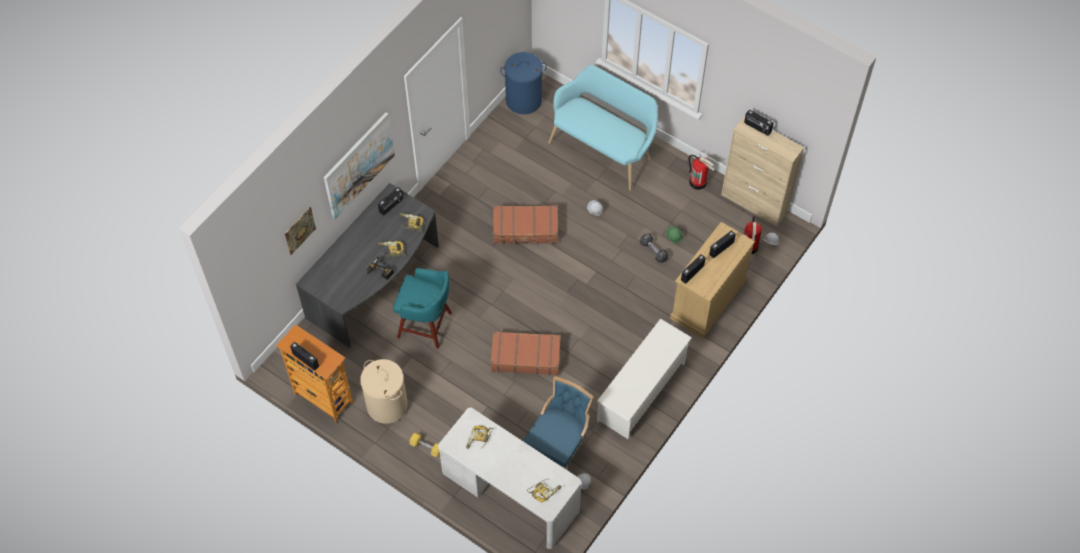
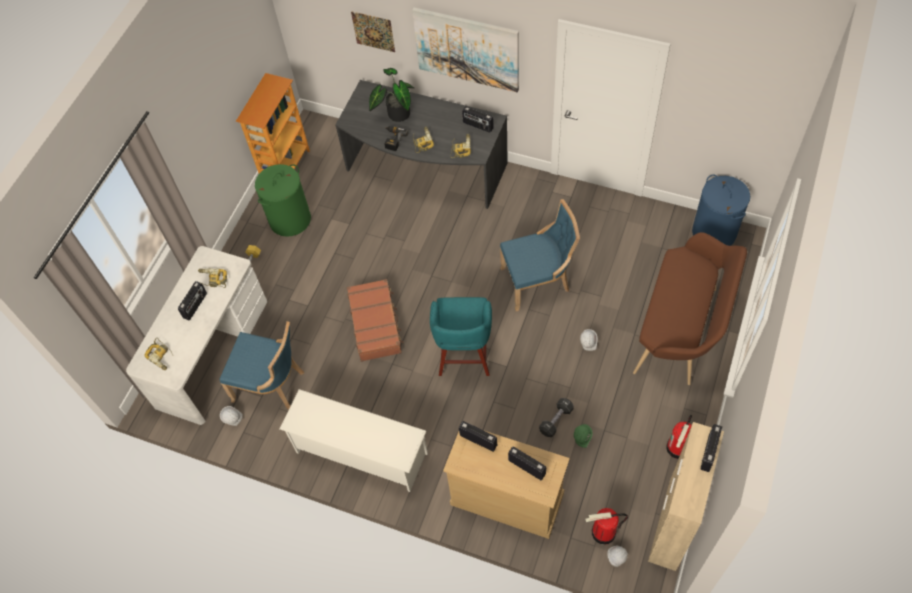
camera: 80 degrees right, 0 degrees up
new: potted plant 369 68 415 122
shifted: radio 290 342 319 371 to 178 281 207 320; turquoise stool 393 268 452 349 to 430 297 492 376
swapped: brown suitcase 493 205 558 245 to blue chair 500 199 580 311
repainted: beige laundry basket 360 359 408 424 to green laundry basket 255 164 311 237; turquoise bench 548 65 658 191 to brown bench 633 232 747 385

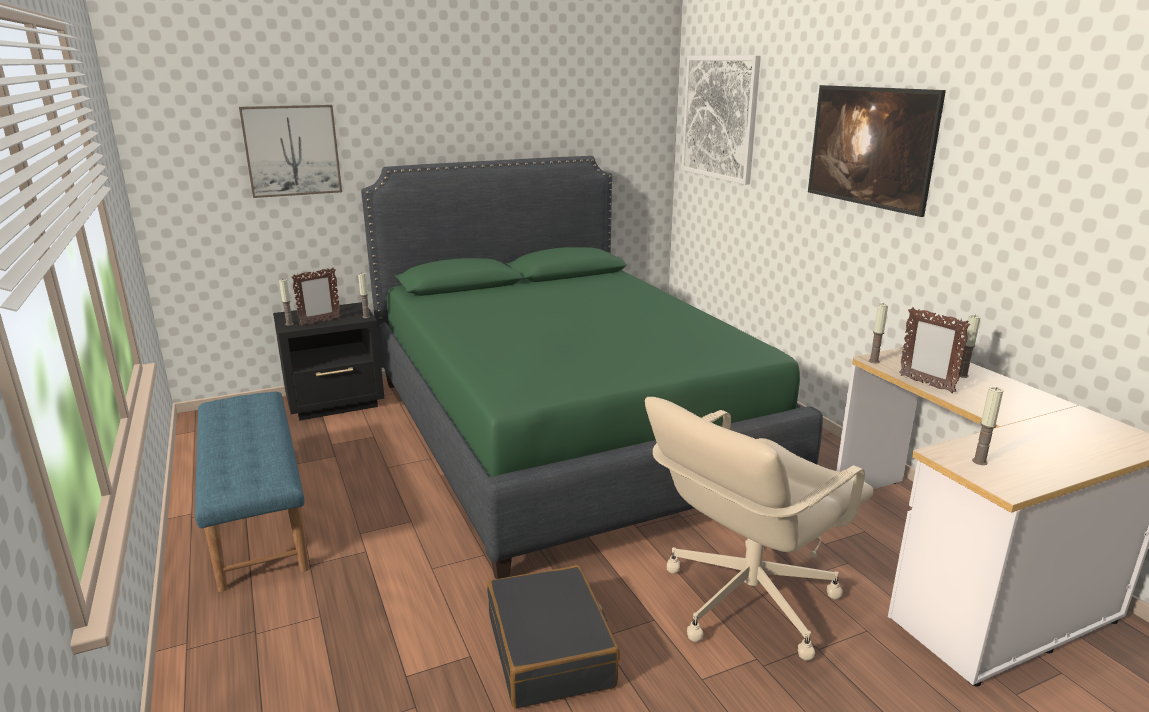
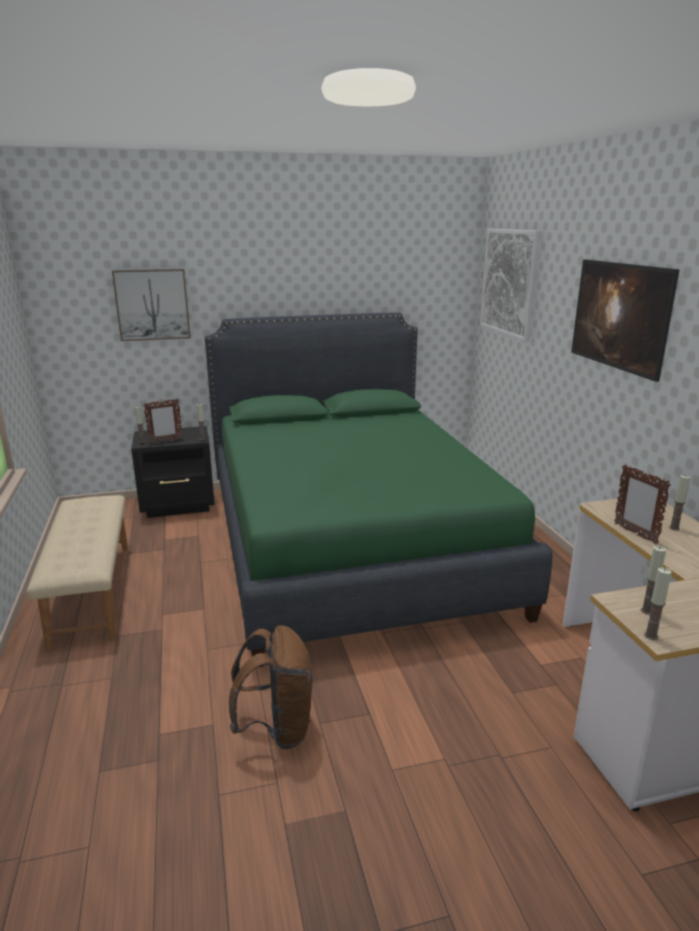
camera: 10 degrees right, 0 degrees up
gone: beige office chair 645 397 874 661
shifted: candle 869 304 888 364 to 644 567 672 640
swapped: black suitcase 487 565 620 709 to brown backpack 229 625 312 749
repainted: blue bench 195 392 309 592 to beige bench 27 495 128 650

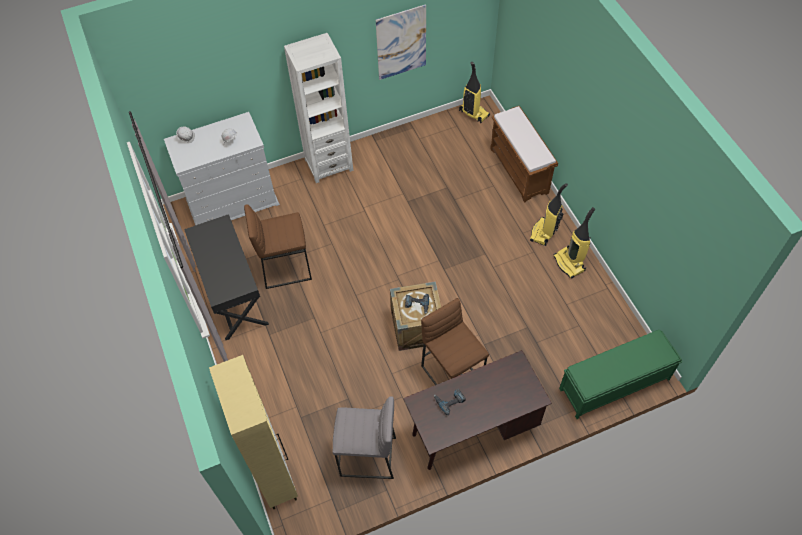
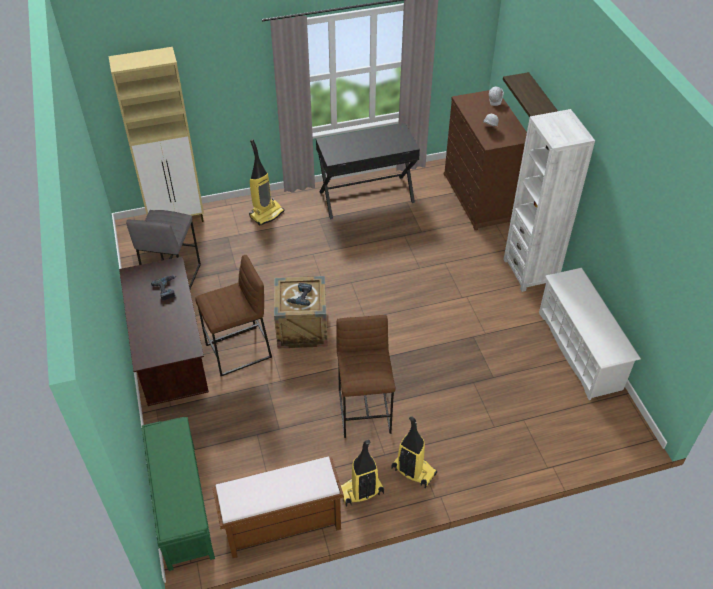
camera: 95 degrees right, 10 degrees down
gone: picture 376 4 426 80
new: shelf 503 72 558 117; white shoe rack 539 268 641 400
shifted: brown stool 244 204 312 289 to 337 315 395 438; vacuum cleaner 459 62 490 123 to 249 139 284 226; brown bench 490 106 558 203 to 212 457 344 558
repainted: white dresser 164 112 280 225 to brown dresser 444 90 527 230

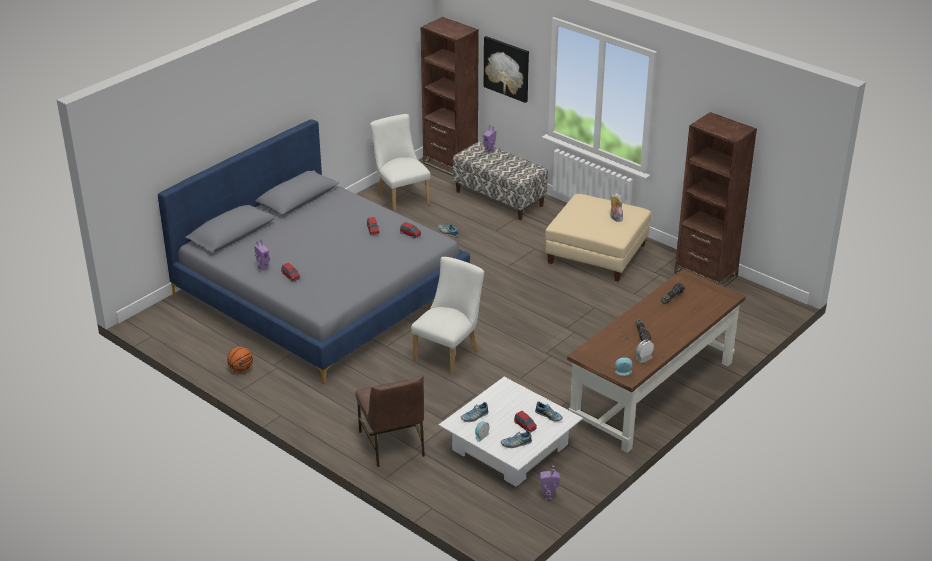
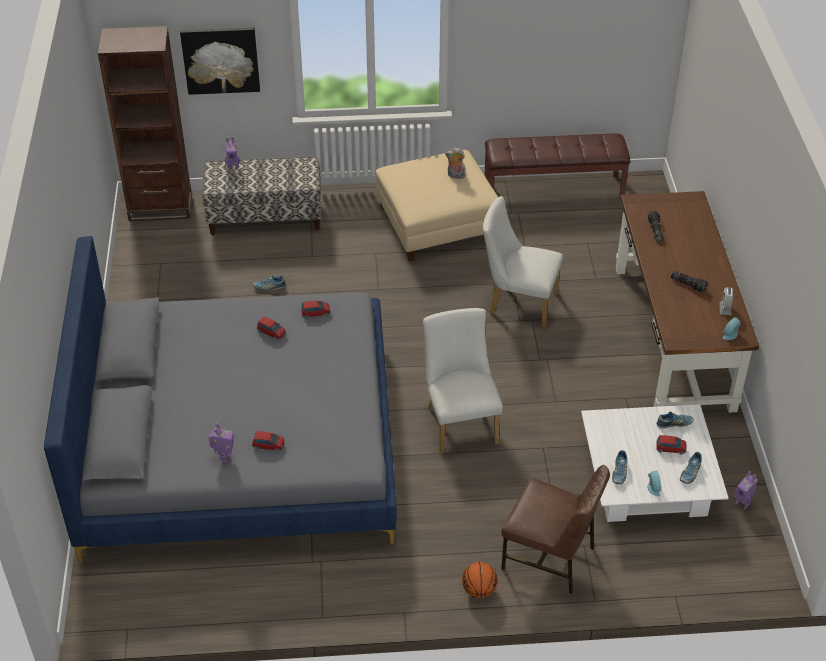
camera: 45 degrees left, 10 degrees up
shifted: basketball 227 347 253 372 to 462 562 498 598; white chair 370 114 431 212 to 483 196 563 327
swapped: brown bookcase 674 112 757 287 to brown bench 485 133 630 198

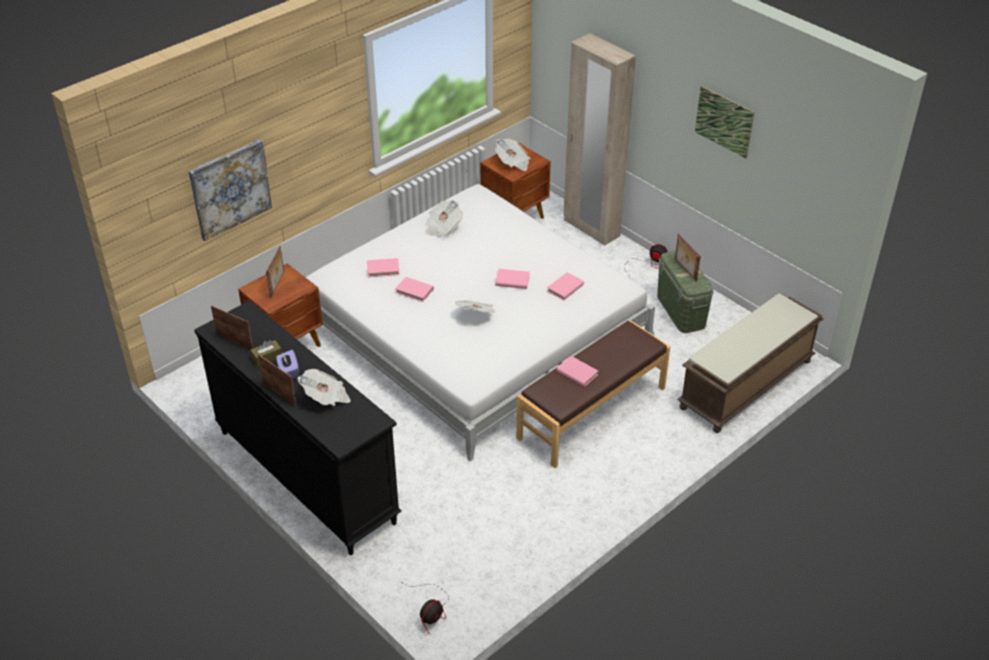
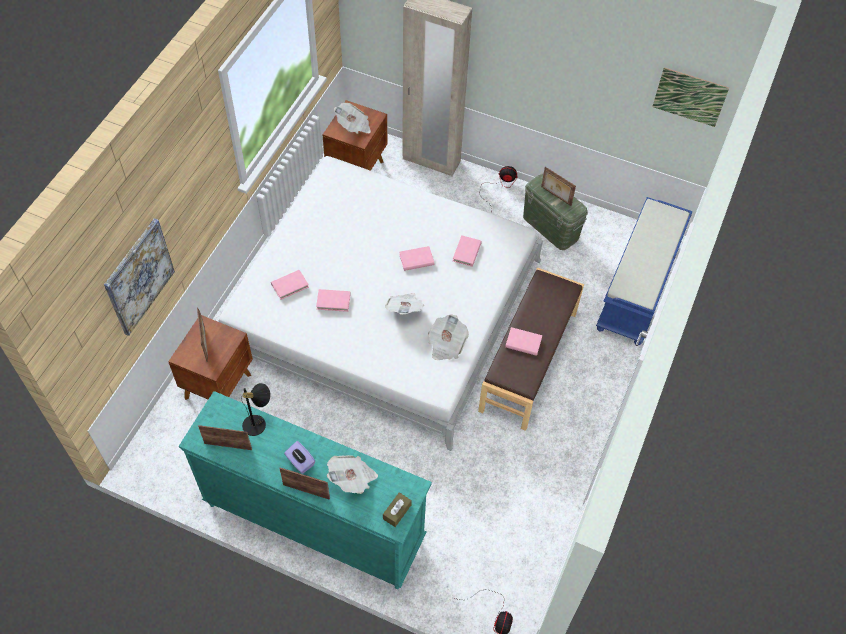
camera: 25 degrees left, 15 degrees up
new: black table lamp 241 383 270 436
shifted: brown tissue box 250 340 282 366 to 383 492 412 527; newspaper 425 200 463 238 to 428 314 469 360; picture 695 86 754 158 to 652 67 729 127
repainted: black dresser 194 300 402 555 to turquoise dresser 179 391 432 589; brown bench 677 293 824 433 to blue bench 596 197 692 345

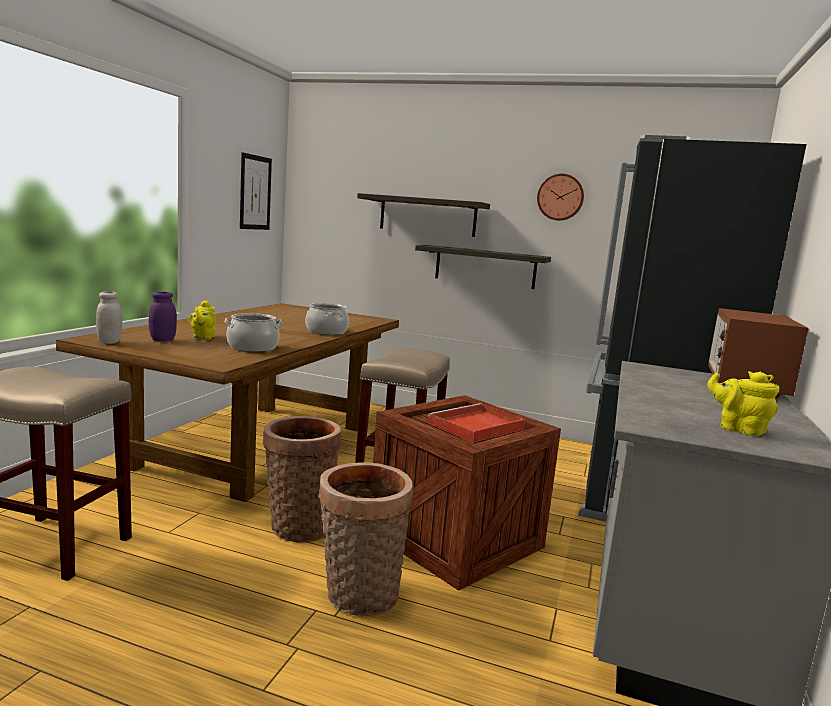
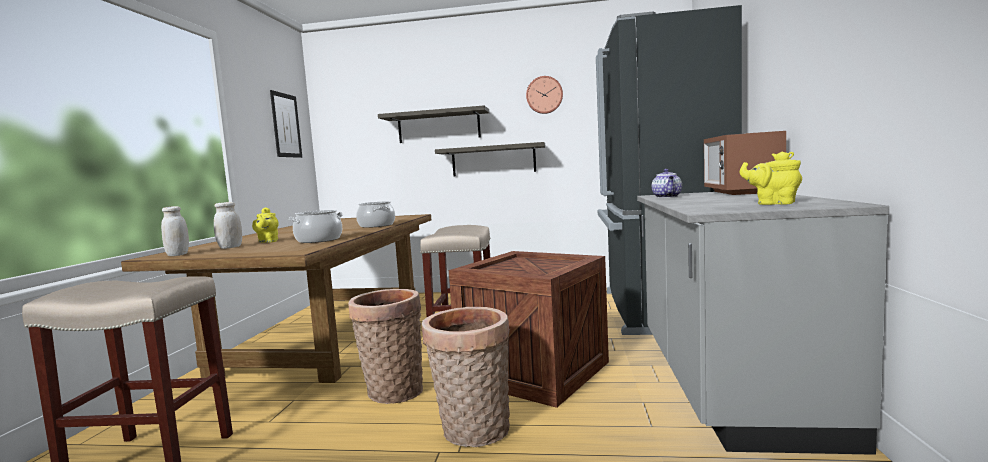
camera: 10 degrees left, 5 degrees down
gone: red tray 428 403 525 442
new: teapot 652 169 682 198
repainted: purple jar 149 292 177 341 to white jar 214 202 242 249

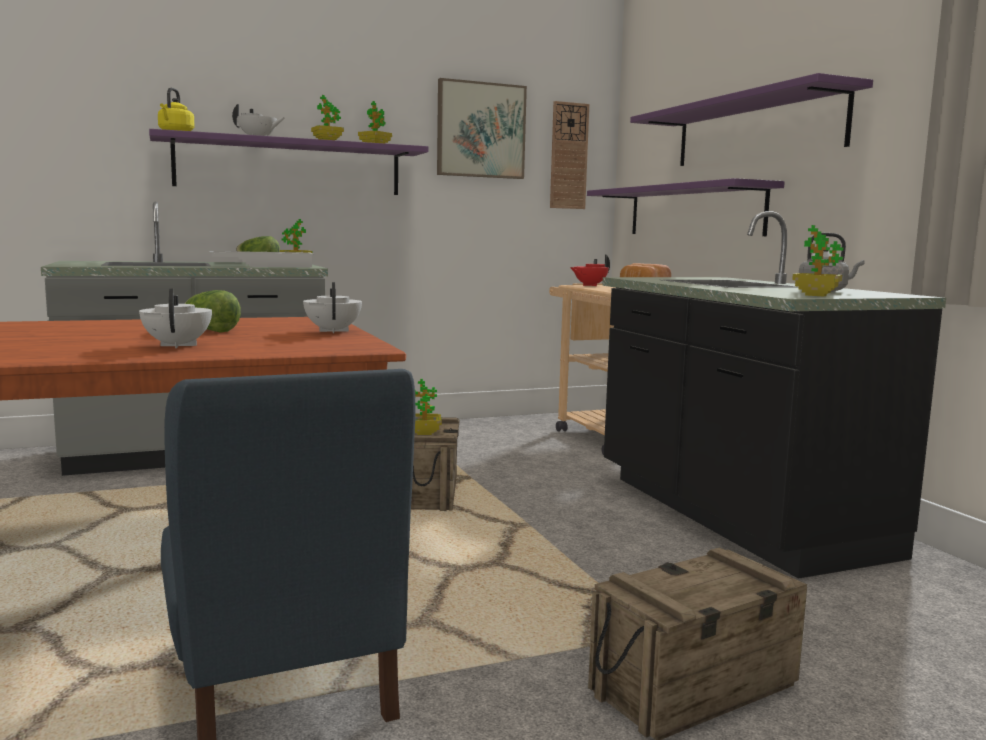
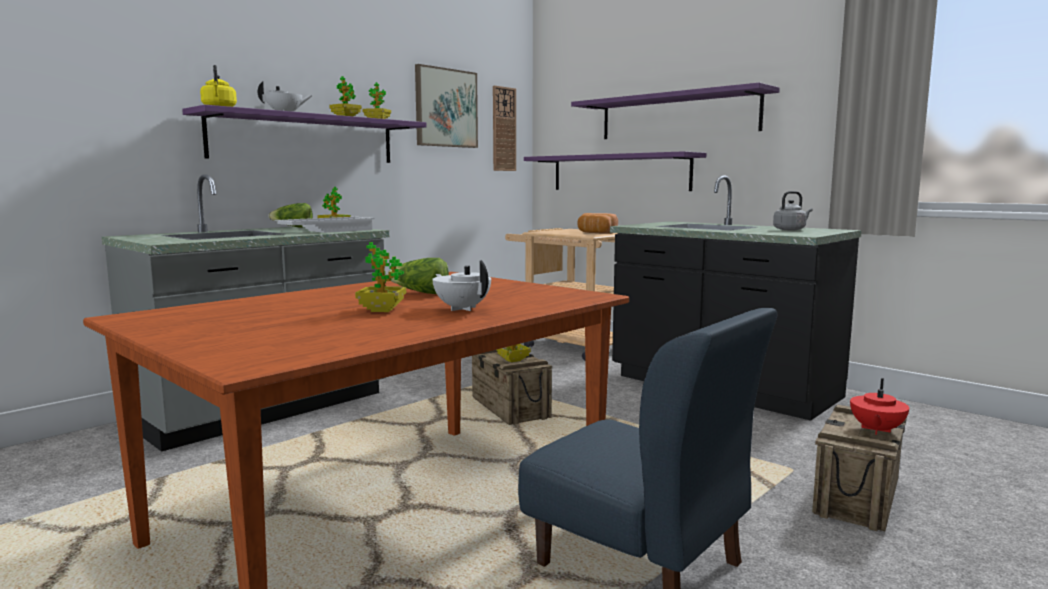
camera: 25 degrees left, 0 degrees up
gone: white teapot 303 282 362 333
shifted: red teapot 570 255 610 286 to 850 378 909 435; potted plant 792 225 843 297 to 355 242 406 312

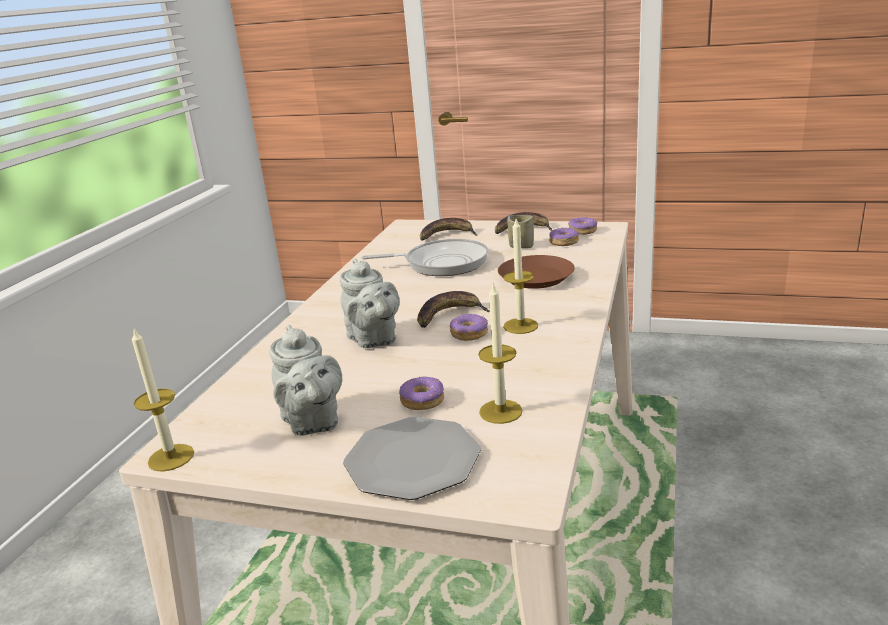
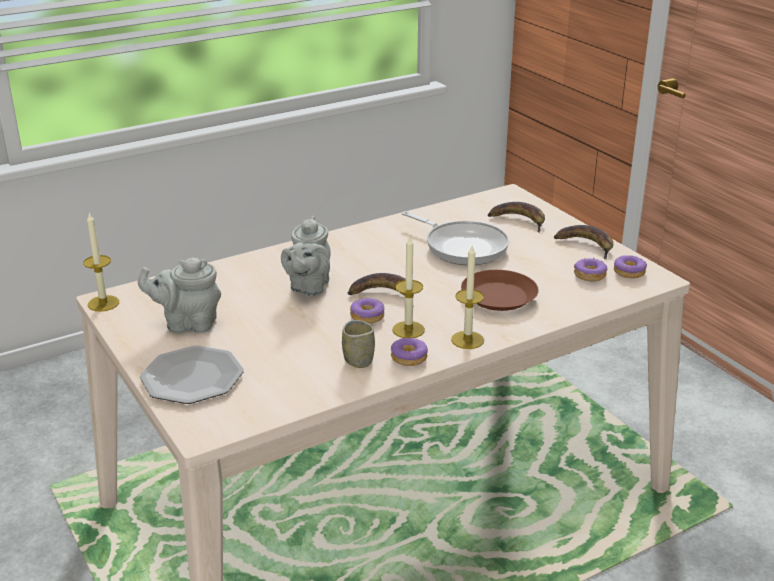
camera: 40 degrees right, 5 degrees up
shifted: donut 399 377 444 410 to 391 338 428 366; candle 478 282 523 424 to 451 246 484 349; cup 507 215 534 248 to 342 320 375 368
rotated: grey teapot 269 325 342 436 = 138 258 221 333 75 degrees clockwise

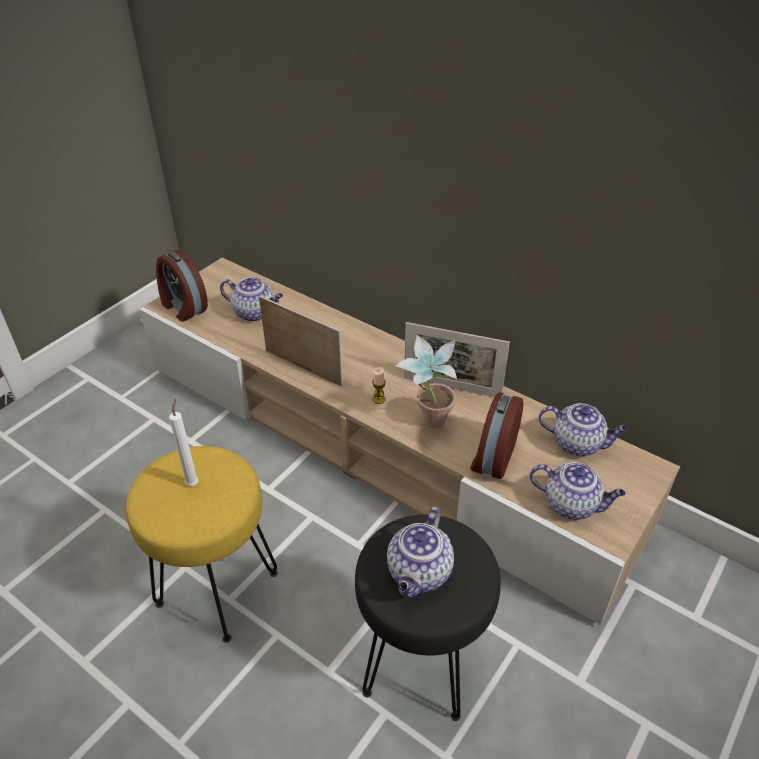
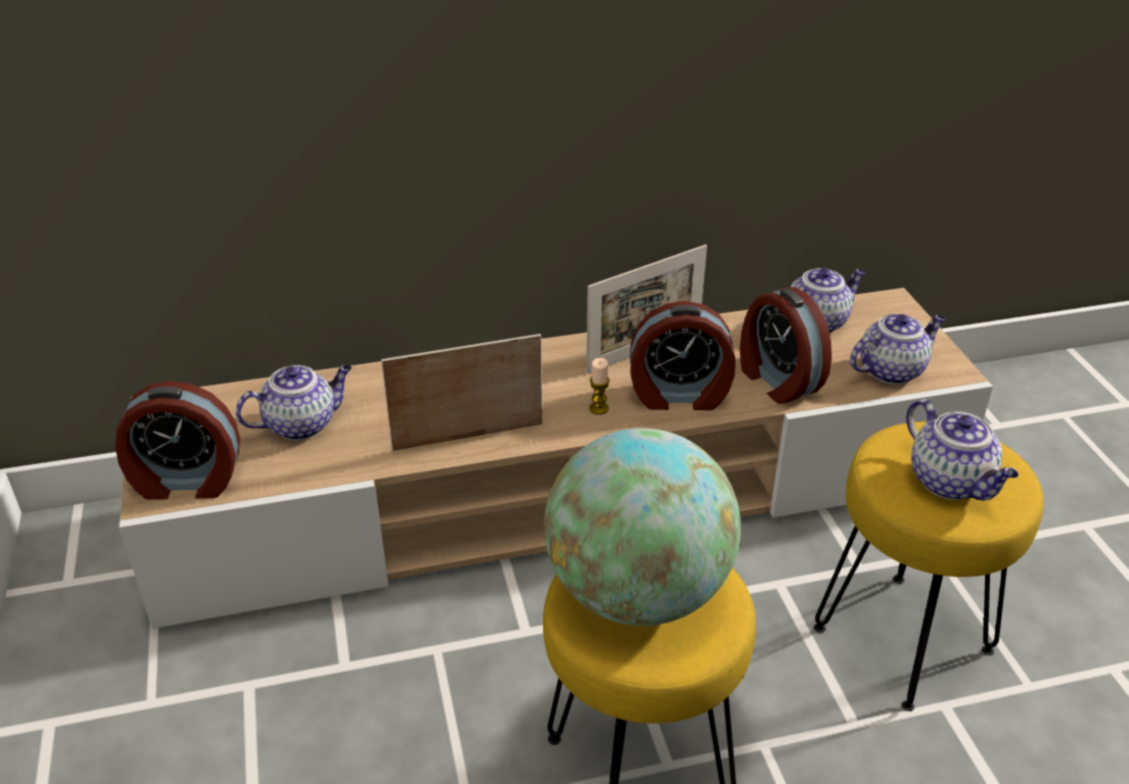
camera: 50 degrees left, 5 degrees down
swapped: white candle 169 399 199 486 to globe 544 428 741 626; potted plant 395 335 457 428 to alarm clock 630 301 736 410
repainted: black stool 355 514 501 721 to yellow stool 814 422 1044 711

